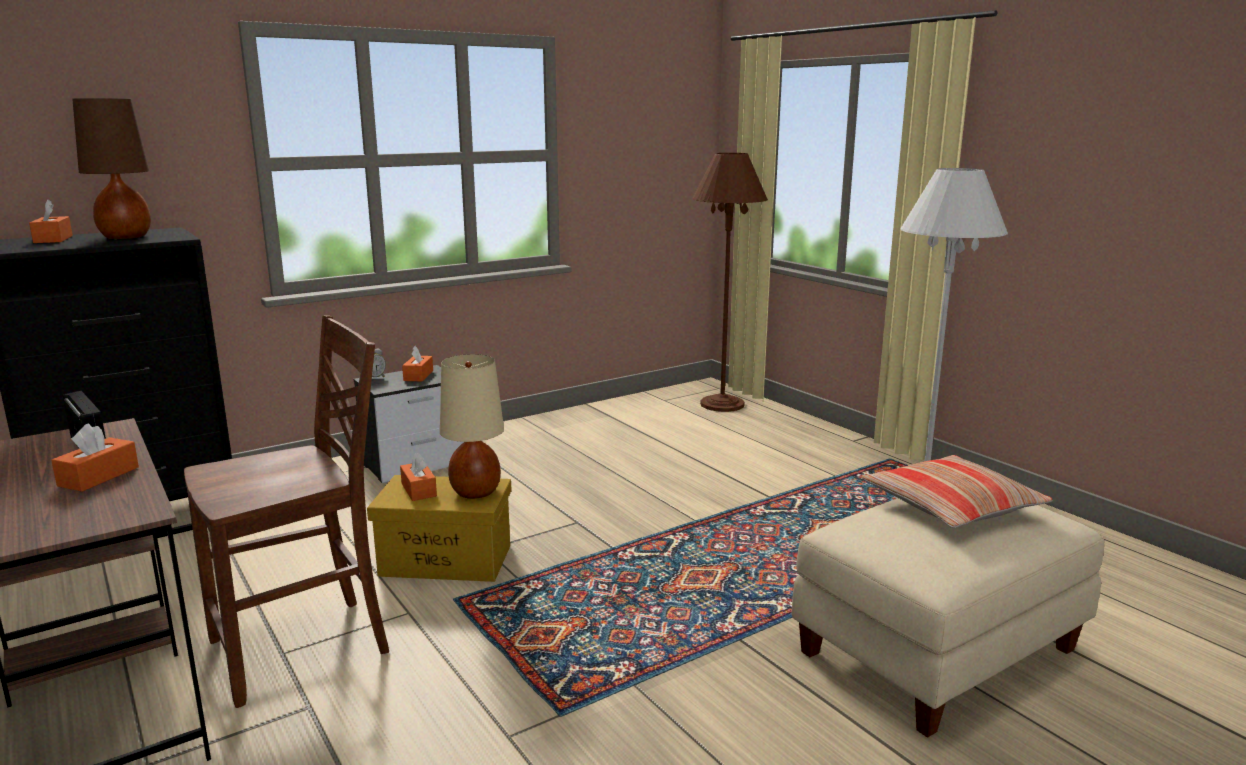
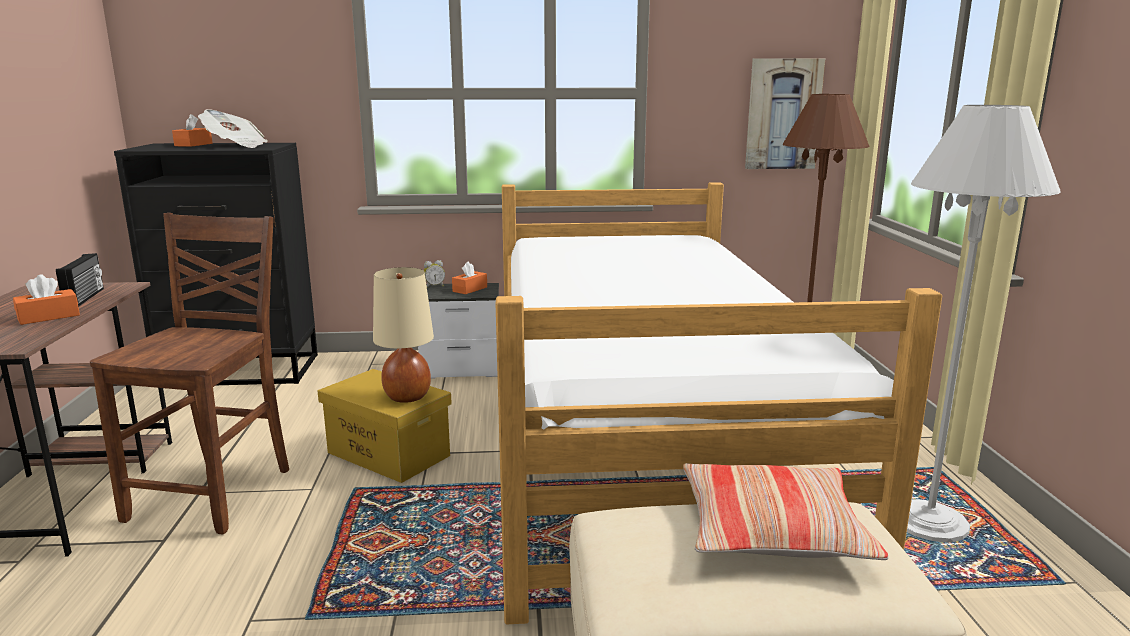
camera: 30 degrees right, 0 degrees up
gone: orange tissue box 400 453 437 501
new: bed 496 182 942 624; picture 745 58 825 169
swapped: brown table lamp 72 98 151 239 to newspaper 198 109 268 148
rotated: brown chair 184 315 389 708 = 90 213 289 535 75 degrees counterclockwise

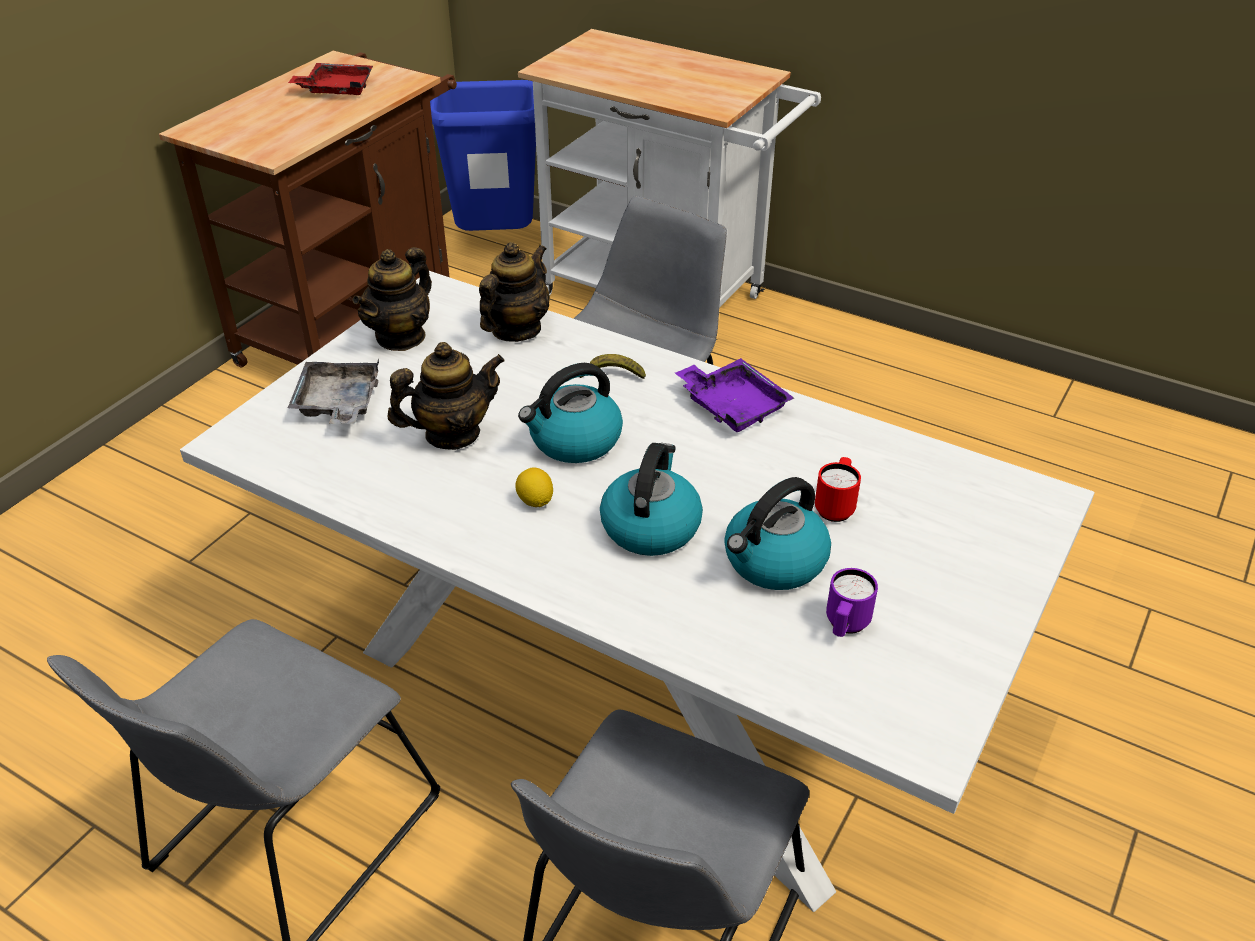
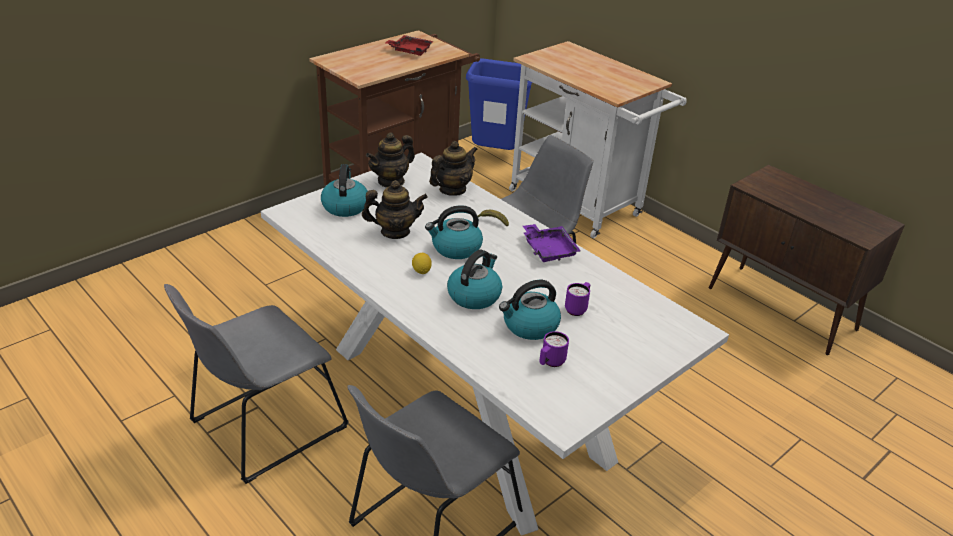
camera: 15 degrees right, 5 degrees down
new: brown cabinet 709 165 905 355
swapped: grey tray 288 359 379 424 to kettle 321 164 368 217
repainted: red mug 815 457 861 522 to purple mug 565 282 590 316

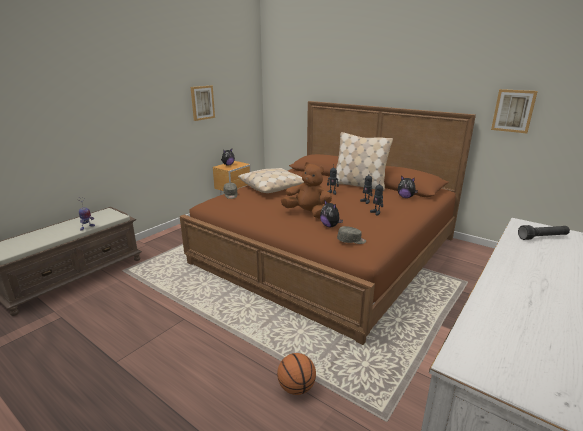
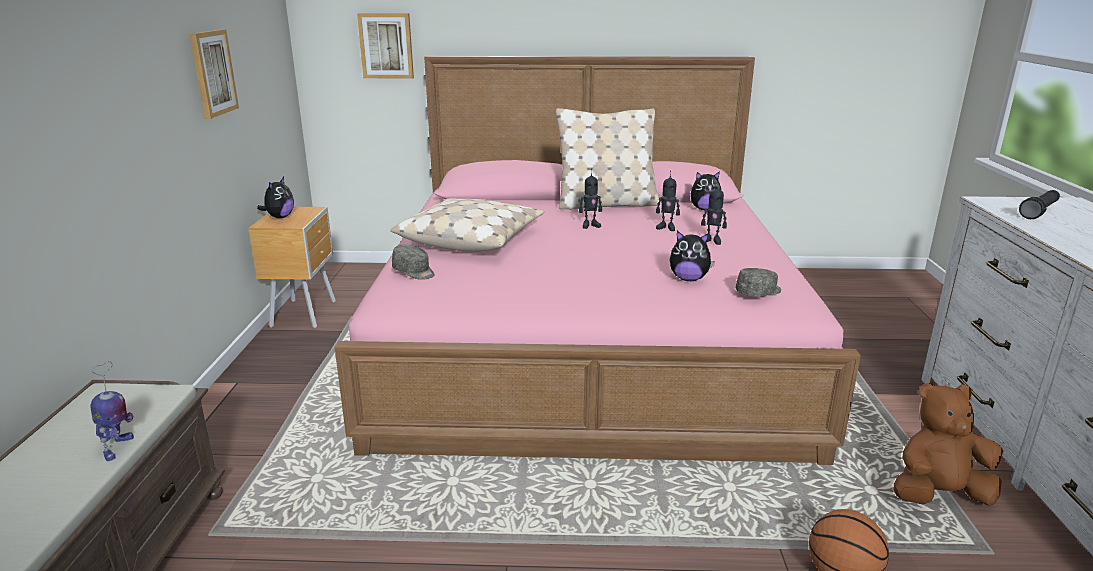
camera: 35 degrees left, 0 degrees up
shifted: brown plush toy 281 162 332 218 to 894 383 1003 506; picture 491 89 538 133 to 357 13 414 79
repainted: brown bed 180 101 476 345 to pink bed 335 56 861 465

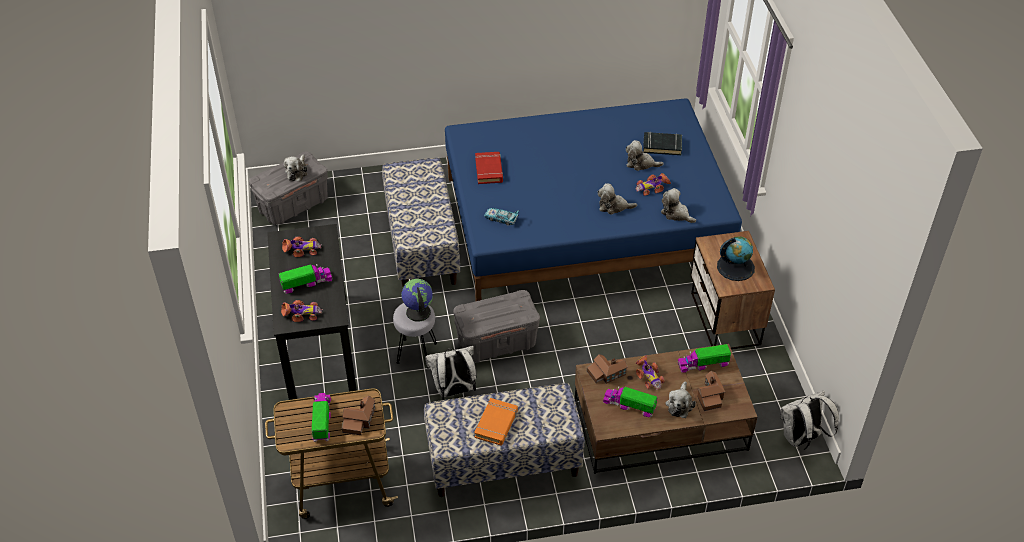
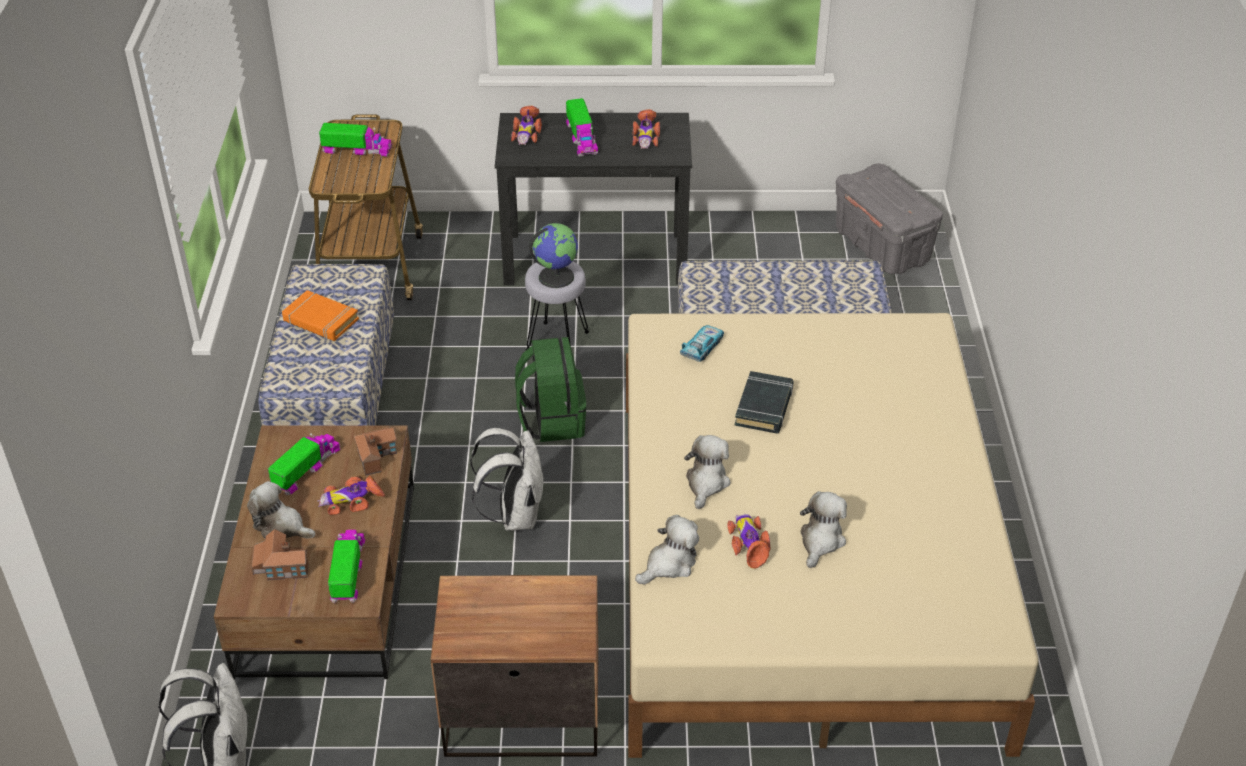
camera: 100 degrees right, 5 degrees down
gone: plush toy 284 154 307 181; toy house 342 396 375 435; red book 475 152 503 184; globe 717 236 755 281
shifted: white backpack 425 346 476 400 to 470 428 544 531; black book 643 132 682 155 to 735 371 794 434
swapped: grey storage box 453 290 540 363 to green backpack 515 337 587 442
repainted: blue bed 445 98 742 301 to beige bed 626 313 1039 758

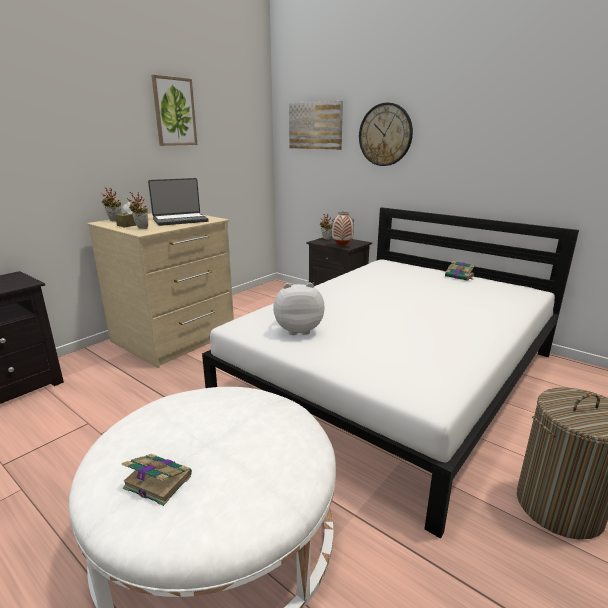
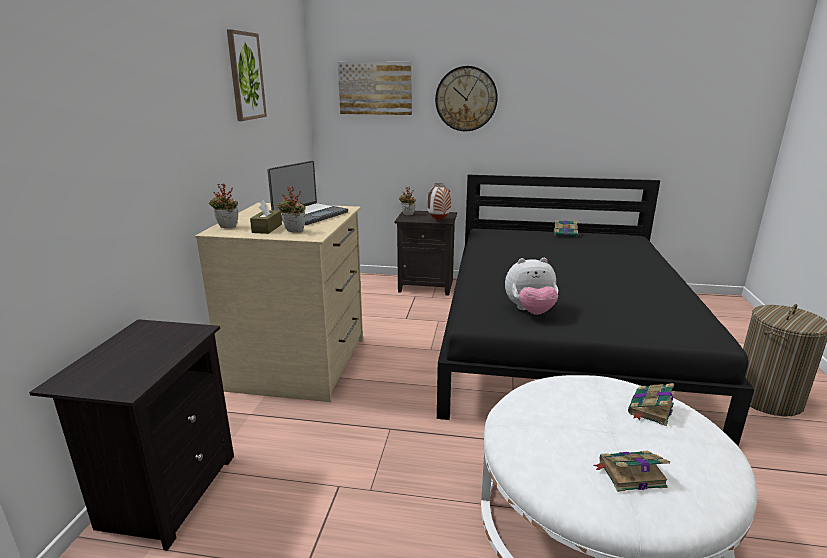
camera: 30 degrees left, 0 degrees up
new: book 628 383 674 426
repainted: white bed 202 207 579 539 to black bed 437 175 755 446
rotated: plush toy 273 283 325 335 = 505 258 558 315 150 degrees counterclockwise

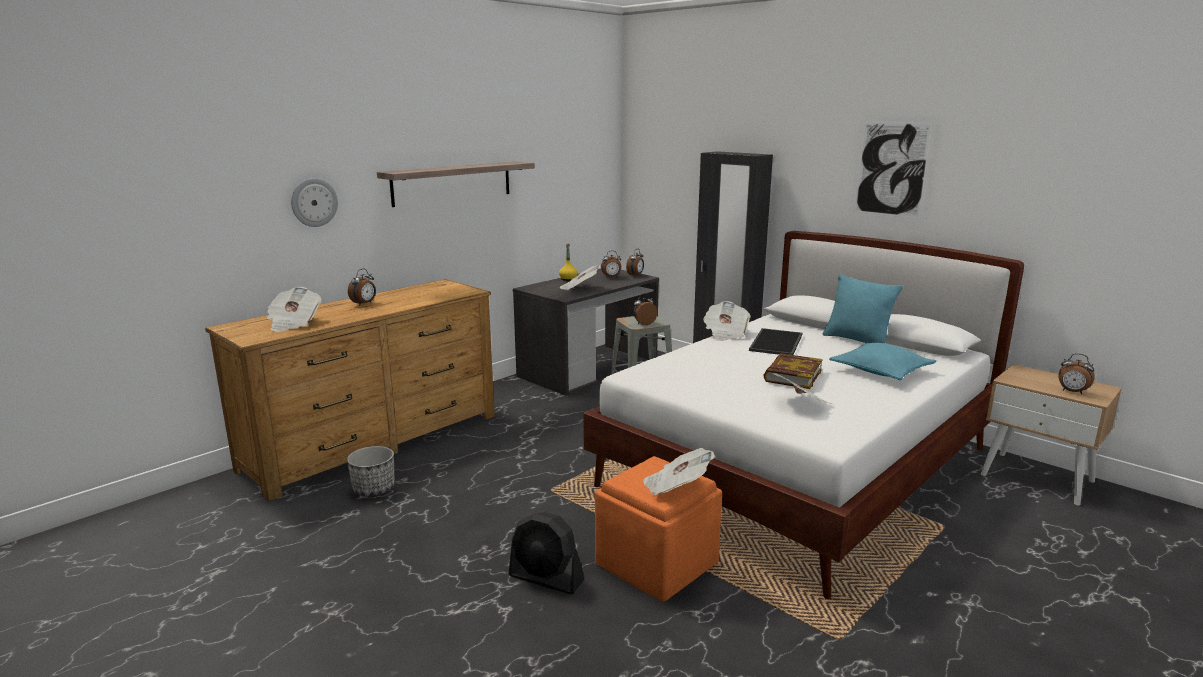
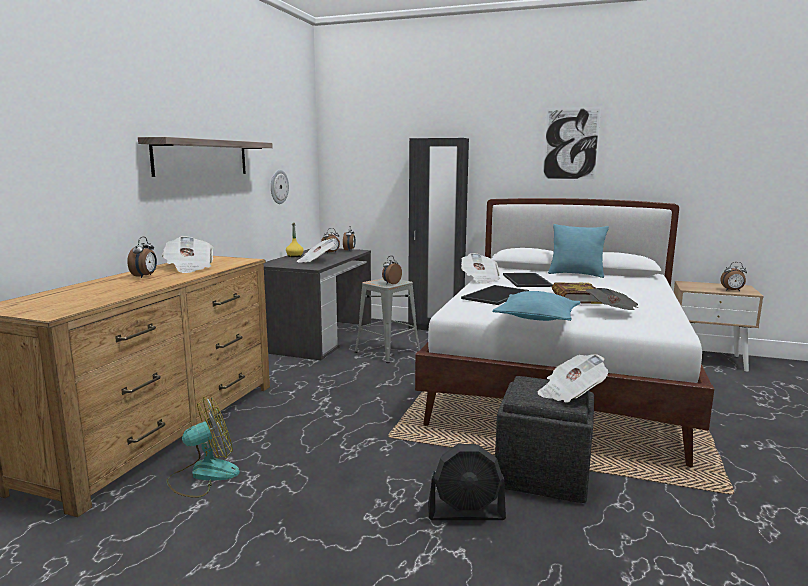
camera: 25 degrees left, 5 degrees down
new: tray 461 285 529 305
shifted: newspaper 267 287 321 332 to 162 236 213 273; wall clock 291 178 338 227 to 271 170 289 204; turquoise pillow 829 343 936 380 to 492 291 580 321
swapped: planter 347 446 395 496 to fan 166 397 240 498
repainted: orange ottoman 595 456 722 601 to grey ottoman 495 376 594 503

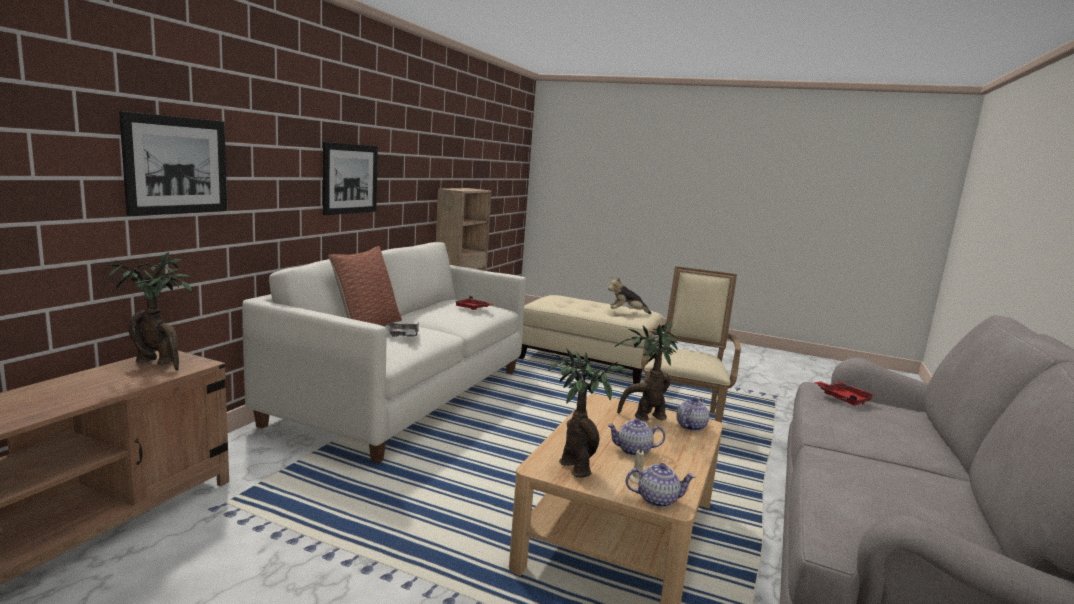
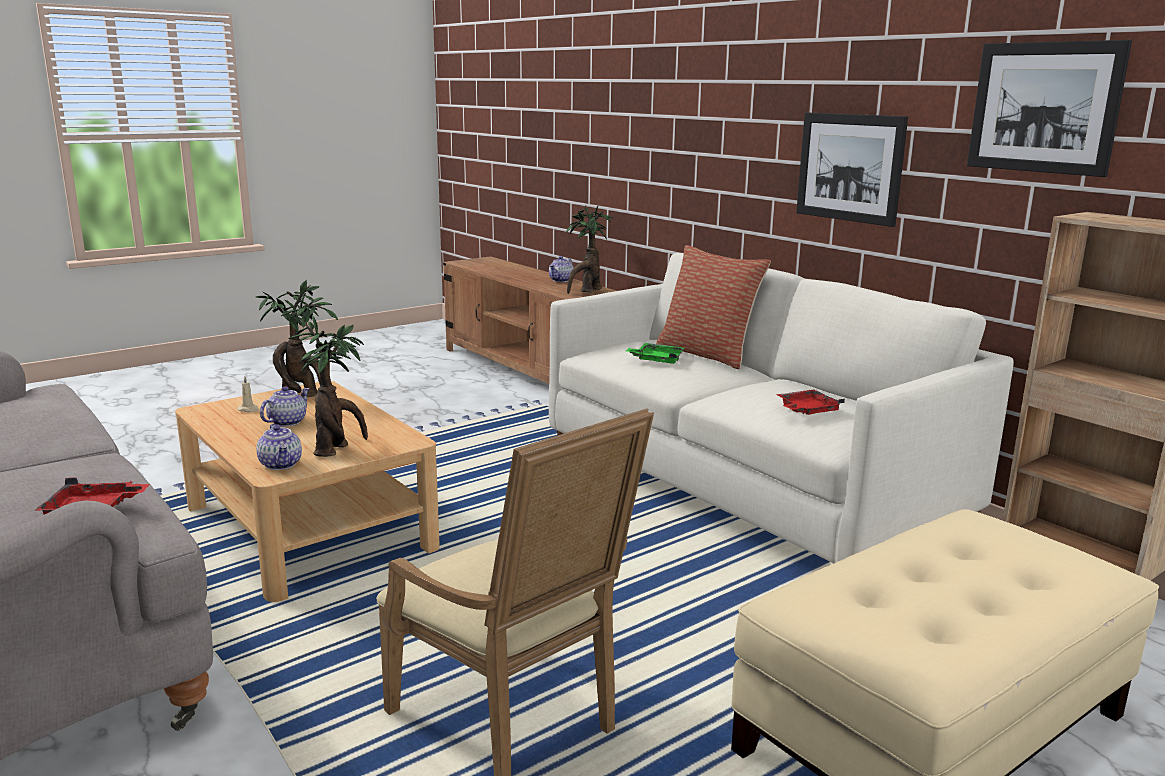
camera: 120 degrees right, 5 degrees up
gone: plush toy 608 277 651 314
shifted: picture 119 111 227 216 to 967 40 1132 177; teapot 626 463 696 508 to 549 256 574 282
repainted: grey tray 387 322 419 337 to green tray 626 343 684 364

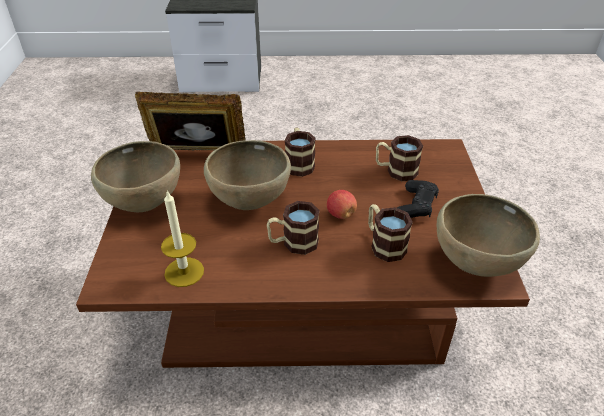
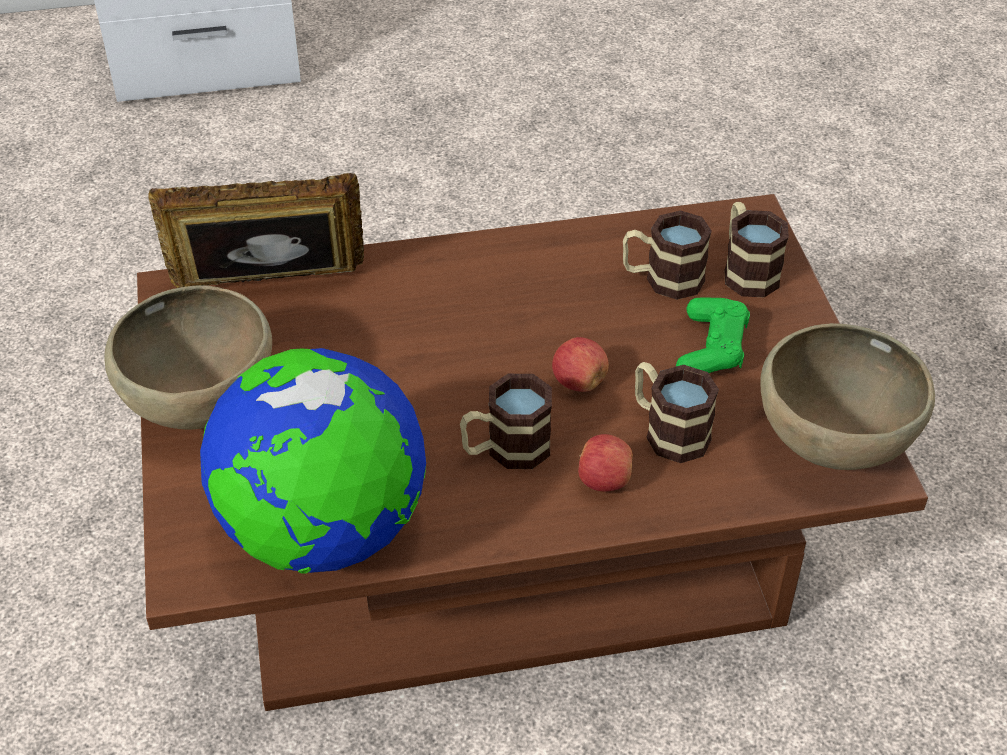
camera: 10 degrees left, 5 degrees up
gone: brown bowl 204 140 291 210
new: apple 578 434 633 491
shifted: mug 284 127 316 177 to 725 202 789 298
swapped: candle 161 190 204 287 to globe 200 348 426 574
repainted: black game controller 397 180 439 218 to green game controller 676 298 750 373

